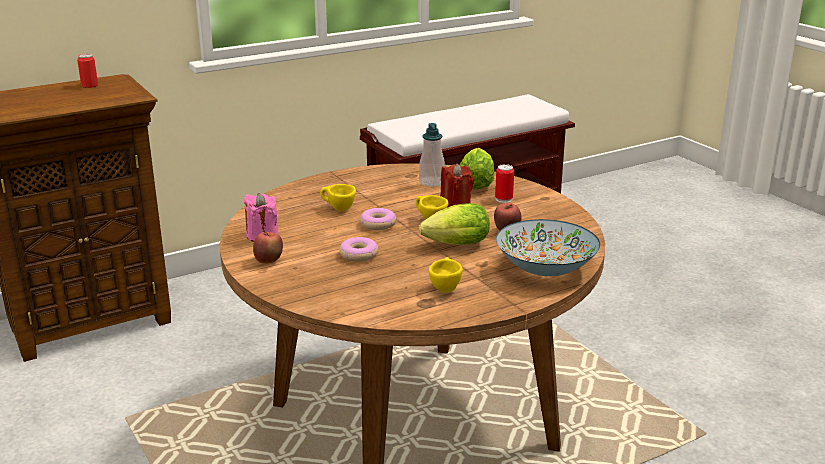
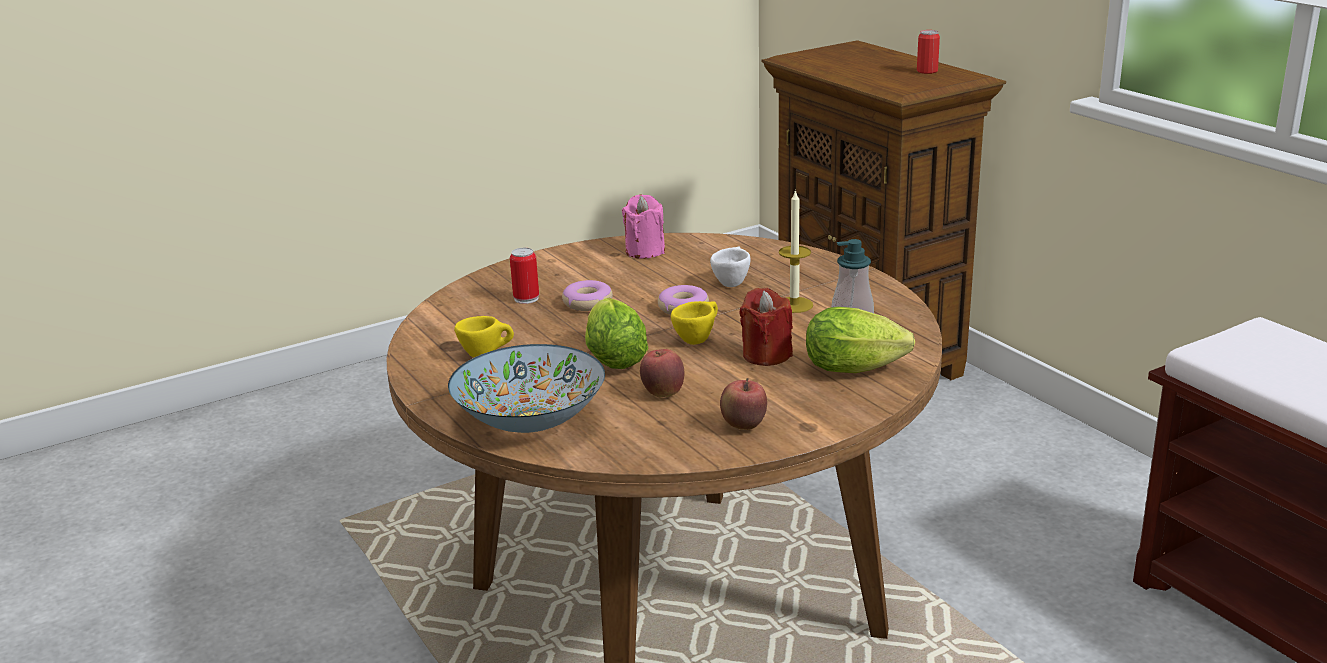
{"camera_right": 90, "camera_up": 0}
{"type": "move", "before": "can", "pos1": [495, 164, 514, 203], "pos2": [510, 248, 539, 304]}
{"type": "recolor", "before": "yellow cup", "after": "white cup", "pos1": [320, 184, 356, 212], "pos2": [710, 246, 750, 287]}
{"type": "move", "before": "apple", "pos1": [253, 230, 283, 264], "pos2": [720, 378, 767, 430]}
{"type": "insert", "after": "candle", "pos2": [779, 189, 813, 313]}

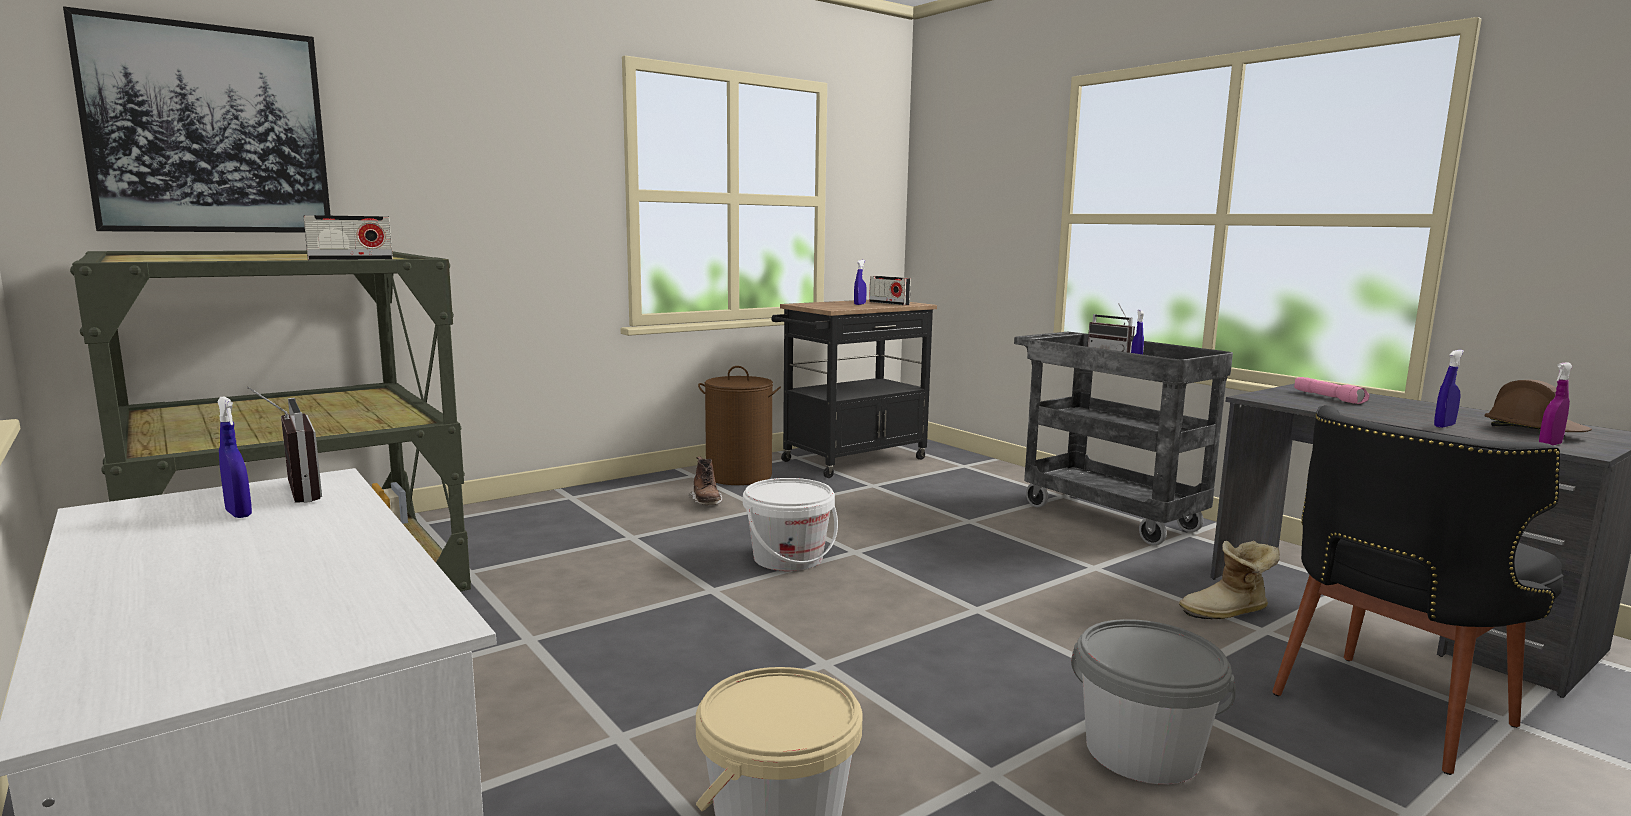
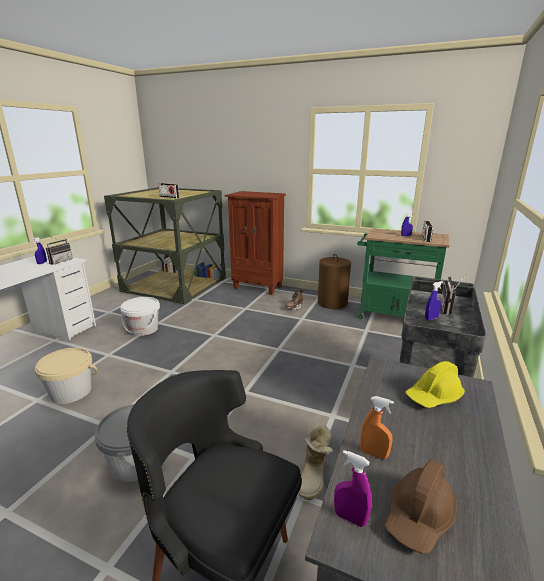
{"camera_right": 60, "camera_up": 10}
{"type": "delete", "before": "picture", "pos1": [63, 6, 331, 233]}
{"type": "recolor", "before": "black cart", "after": "green cart", "pos1": [771, 300, 937, 478], "pos2": [357, 228, 450, 319]}
{"type": "recolor", "before": "blue spray bottle", "after": "orange spray bottle", "pos1": [1434, 350, 1464, 428], "pos2": [360, 396, 394, 459]}
{"type": "replace", "before": "pink flashlight", "after": "yellow hard hat", "pos1": [1294, 377, 1369, 404], "pos2": [405, 361, 465, 408]}
{"type": "move", "before": "white bucket", "pos1": [743, 478, 838, 571], "pos2": [120, 297, 160, 336]}
{"type": "rotate", "before": "boot", "pos1": [1179, 541, 1280, 619], "pos2": [299, 425, 333, 500], "turn": -120}
{"type": "insert", "after": "brown cabinet", "pos2": [225, 191, 286, 295]}

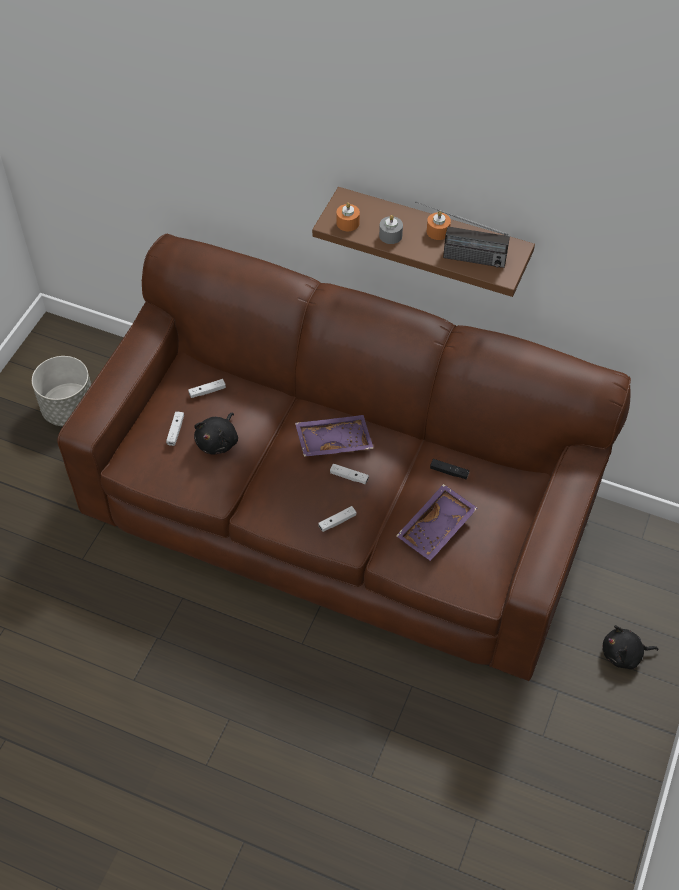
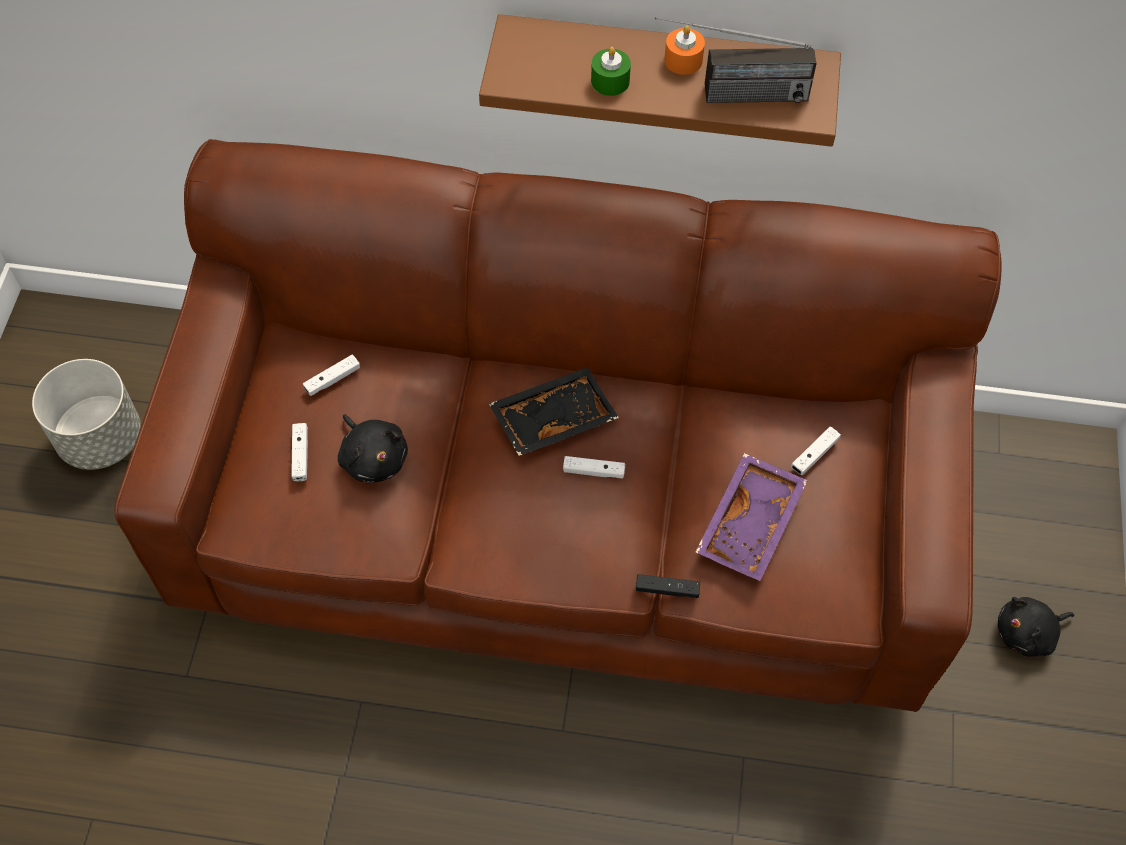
{"camera_right": -15, "camera_up": 5}
{"type": "delete", "before": "orange candle", "pos1": [337, 202, 360, 231]}
{"type": "recolor", "before": "grey candle", "after": "green candle", "pos1": [379, 215, 403, 244], "pos2": [591, 47, 631, 96]}
{"type": "rotate", "before": "black plush toy", "pos1": [194, 413, 238, 455], "pos2": [338, 414, 408, 483], "turn": -45}
{"type": "recolor", "before": "purple tray", "after": "black tray", "pos1": [295, 415, 374, 457], "pos2": [489, 367, 619, 456]}
{"type": "move", "before": "black game controller", "pos1": [430, 459, 469, 479], "pos2": [636, 574, 700, 598]}
{"type": "move", "before": "white game controller", "pos1": [318, 506, 356, 532], "pos2": [791, 427, 841, 475]}

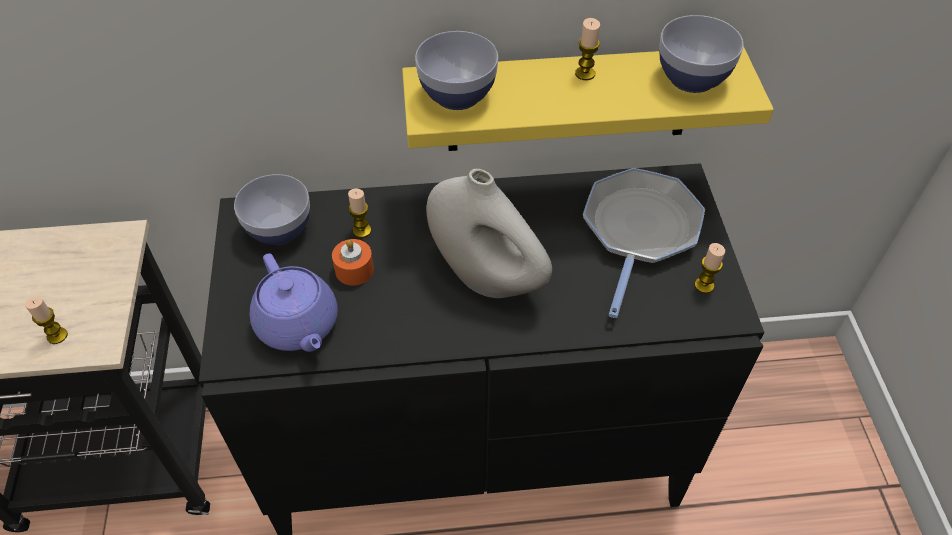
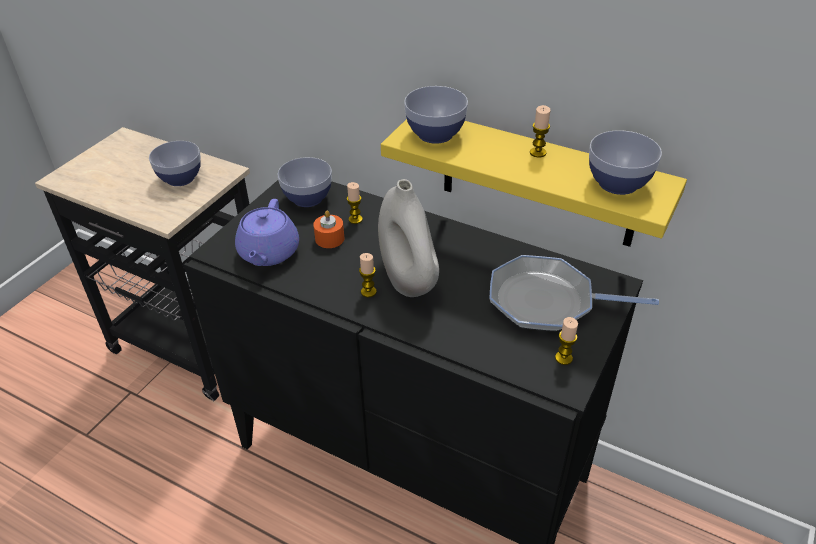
{"camera_right": 35, "camera_up": -10}
{"type": "rotate", "before": "frying pan", "pos1": [583, 168, 705, 318], "pos2": [490, 255, 659, 331], "turn": -135}
{"type": "move", "before": "candle", "pos1": [25, 297, 68, 344], "pos2": [359, 253, 377, 298]}
{"type": "insert", "after": "bowl", "pos2": [149, 141, 201, 186]}

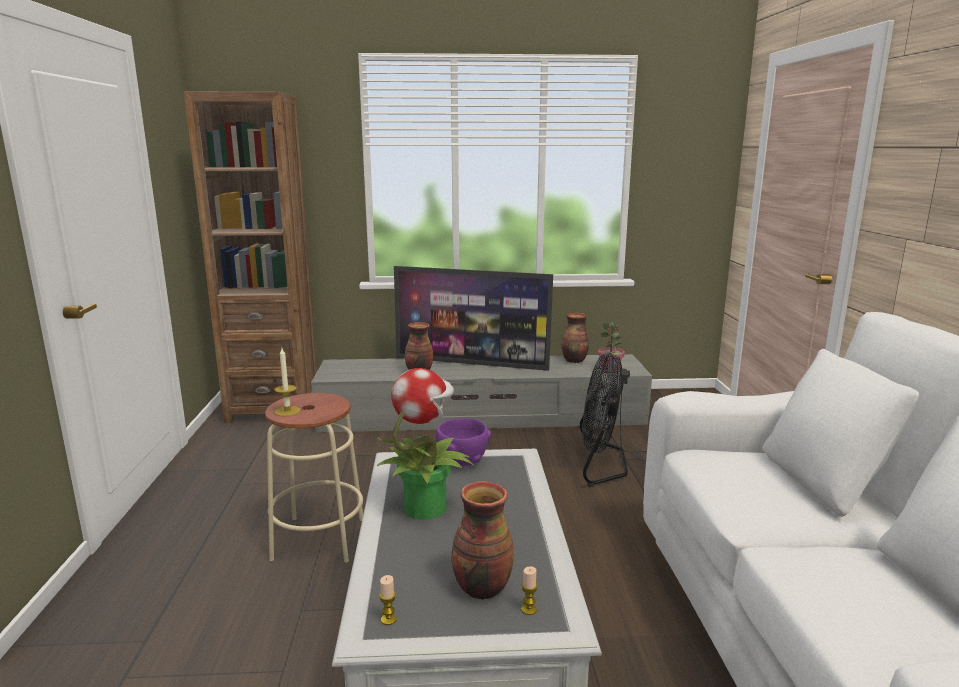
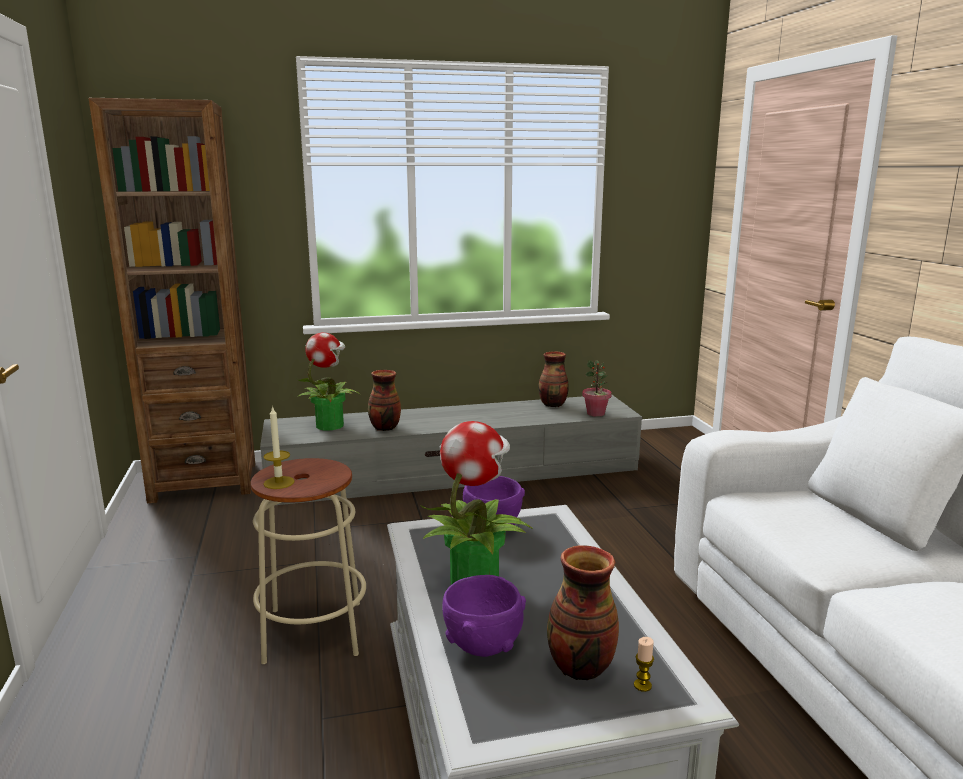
{"camera_right": -10, "camera_up": 0}
{"type": "delete", "before": "television", "pos1": [394, 266, 553, 371]}
{"type": "delete", "before": "black fan", "pos1": [580, 353, 647, 488]}
{"type": "delete", "before": "candle", "pos1": [379, 575, 397, 625]}
{"type": "insert", "after": "potted plant", "pos2": [297, 333, 360, 430]}
{"type": "insert", "after": "purple bowl", "pos2": [442, 575, 526, 657]}

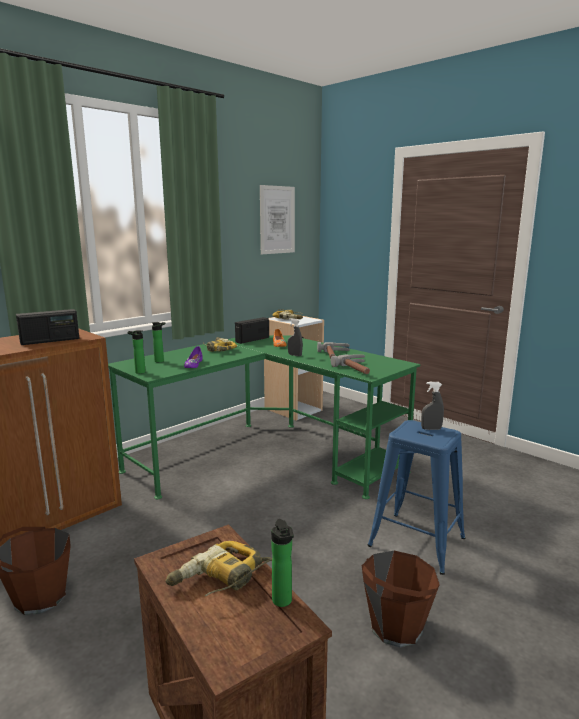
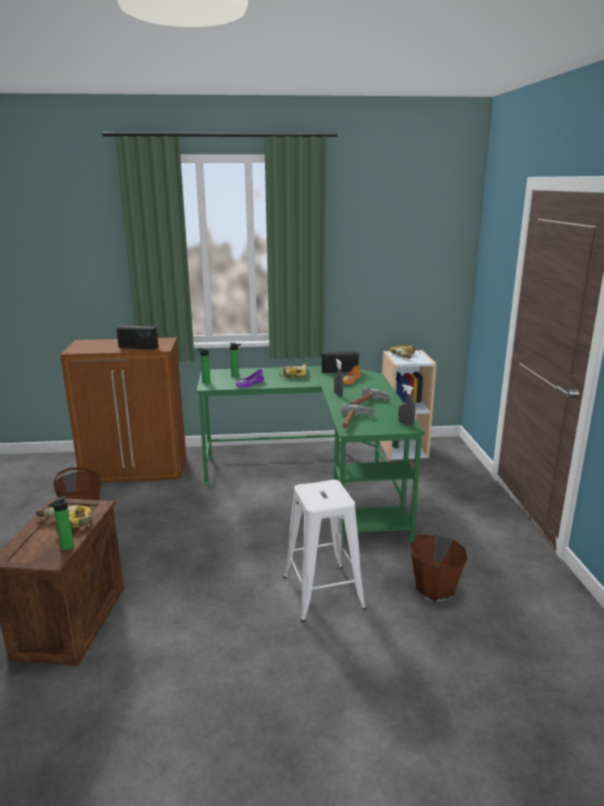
{"camera_right": 40, "camera_up": 5}
{"type": "delete", "before": "picture", "pos1": [260, 185, 295, 254]}
{"type": "move", "before": "grey spray bottle", "pos1": [421, 382, 444, 430], "pos2": [398, 384, 415, 426]}
{"type": "recolor", "before": "blue stool", "after": "white stool", "pos1": [368, 420, 465, 575], "pos2": [283, 480, 366, 622]}
{"type": "move", "before": "brown bucket", "pos1": [362, 551, 440, 647], "pos2": [410, 535, 467, 602]}

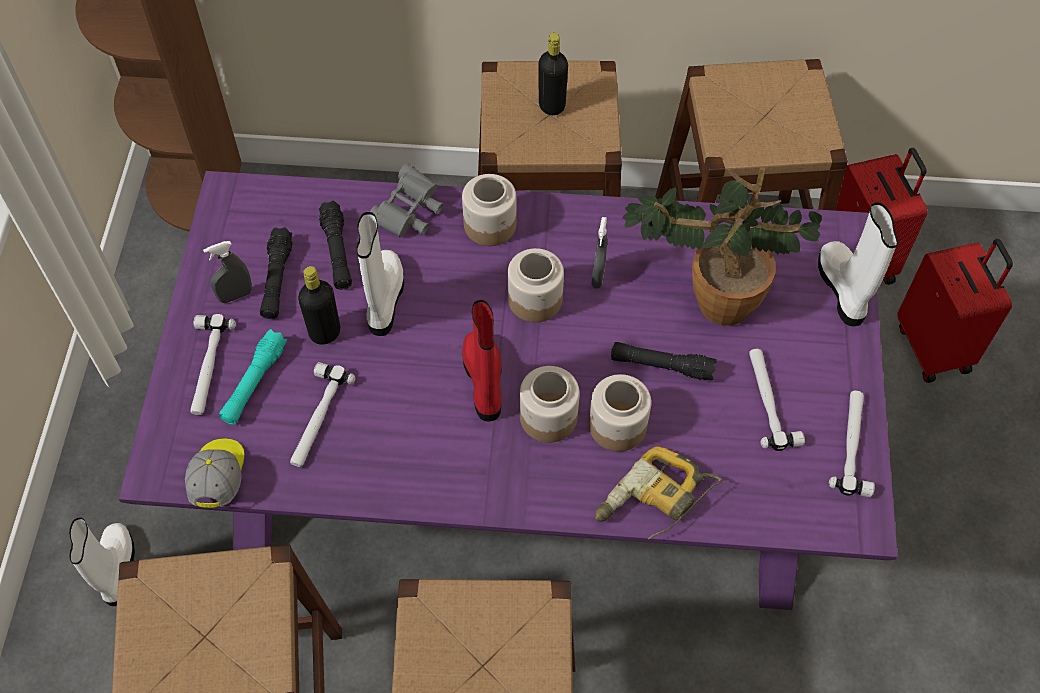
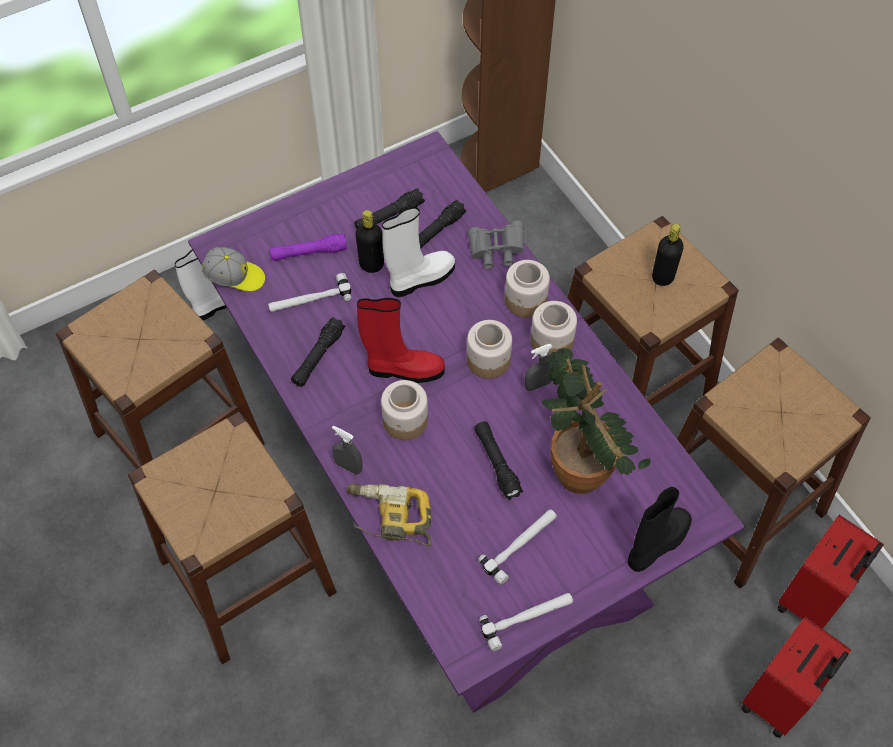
{"camera_right": 55, "camera_up": 0}
{"type": "recolor", "before": "white boot", "after": "black boot", "pos1": [818, 202, 898, 326], "pos2": [628, 487, 692, 572]}
{"type": "move", "before": "grey spray bottle", "pos1": [203, 241, 252, 303], "pos2": [332, 426, 363, 475]}
{"type": "rotate", "before": "red boot", "pos1": [462, 300, 502, 422], "pos2": [357, 298, 445, 383], "turn": 45}
{"type": "delete", "before": "hammer", "pos1": [191, 314, 236, 415]}
{"type": "recolor", "before": "turquoise flashlight", "after": "purple flashlight", "pos1": [219, 329, 287, 425], "pos2": [270, 234, 348, 261]}
{"type": "move", "before": "jar", "pos1": [589, 374, 651, 452], "pos2": [530, 301, 577, 355]}
{"type": "rotate", "before": "cap", "pos1": [185, 439, 244, 508], "pos2": [202, 247, 265, 292], "turn": 45}
{"type": "insert", "after": "black flashlight", "pos2": [291, 317, 345, 387]}

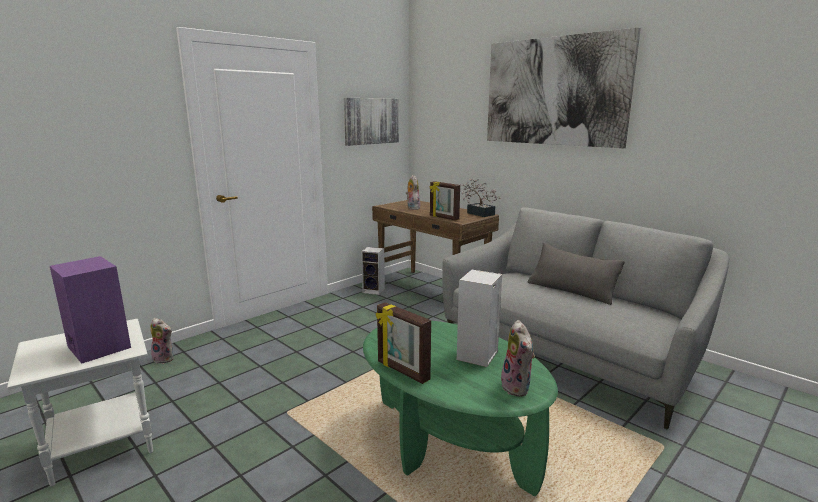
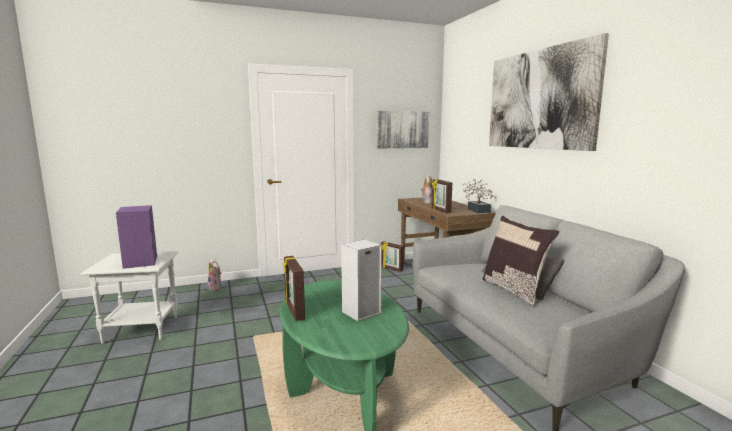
{"camera_right": 25, "camera_up": -5}
{"type": "replace", "before": "speaker", "after": "picture frame", "pos1": [361, 247, 385, 295], "pos2": [381, 241, 404, 272]}
{"type": "delete", "before": "plush toy", "pos1": [501, 320, 535, 397]}
{"type": "insert", "after": "pillow", "pos2": [482, 216, 559, 305]}

